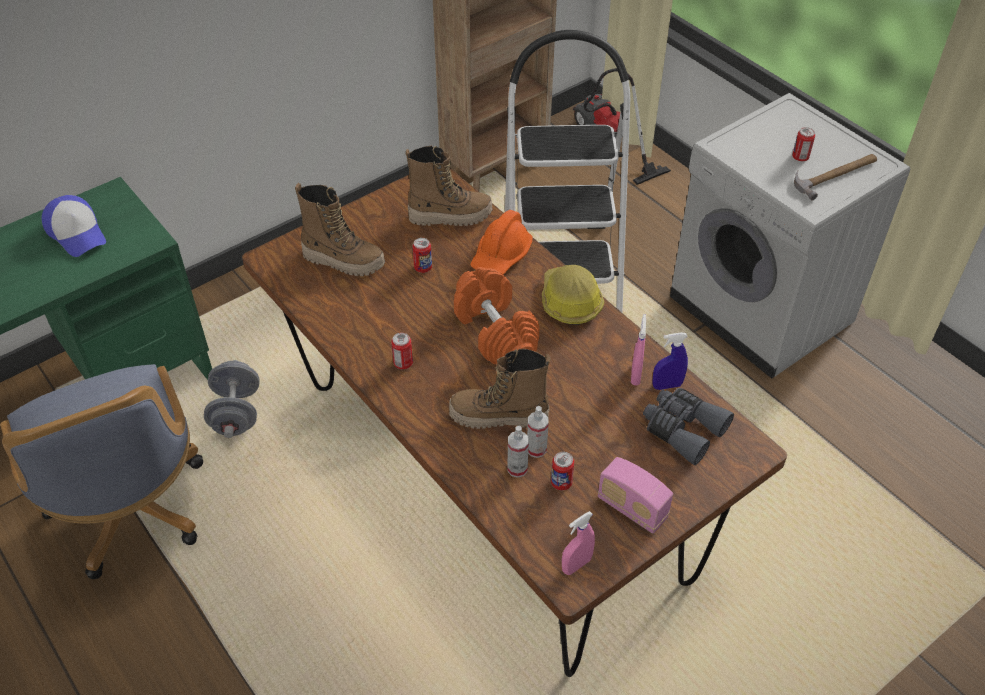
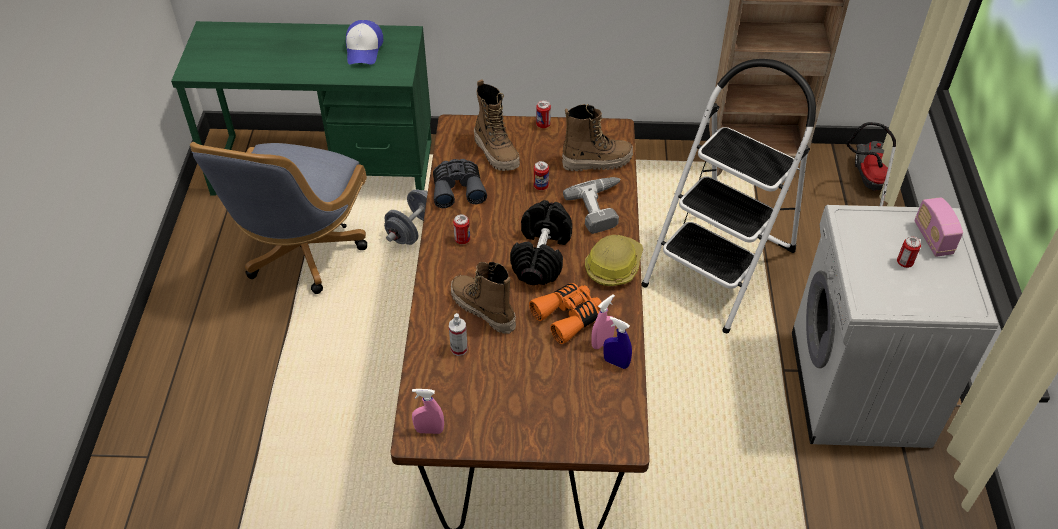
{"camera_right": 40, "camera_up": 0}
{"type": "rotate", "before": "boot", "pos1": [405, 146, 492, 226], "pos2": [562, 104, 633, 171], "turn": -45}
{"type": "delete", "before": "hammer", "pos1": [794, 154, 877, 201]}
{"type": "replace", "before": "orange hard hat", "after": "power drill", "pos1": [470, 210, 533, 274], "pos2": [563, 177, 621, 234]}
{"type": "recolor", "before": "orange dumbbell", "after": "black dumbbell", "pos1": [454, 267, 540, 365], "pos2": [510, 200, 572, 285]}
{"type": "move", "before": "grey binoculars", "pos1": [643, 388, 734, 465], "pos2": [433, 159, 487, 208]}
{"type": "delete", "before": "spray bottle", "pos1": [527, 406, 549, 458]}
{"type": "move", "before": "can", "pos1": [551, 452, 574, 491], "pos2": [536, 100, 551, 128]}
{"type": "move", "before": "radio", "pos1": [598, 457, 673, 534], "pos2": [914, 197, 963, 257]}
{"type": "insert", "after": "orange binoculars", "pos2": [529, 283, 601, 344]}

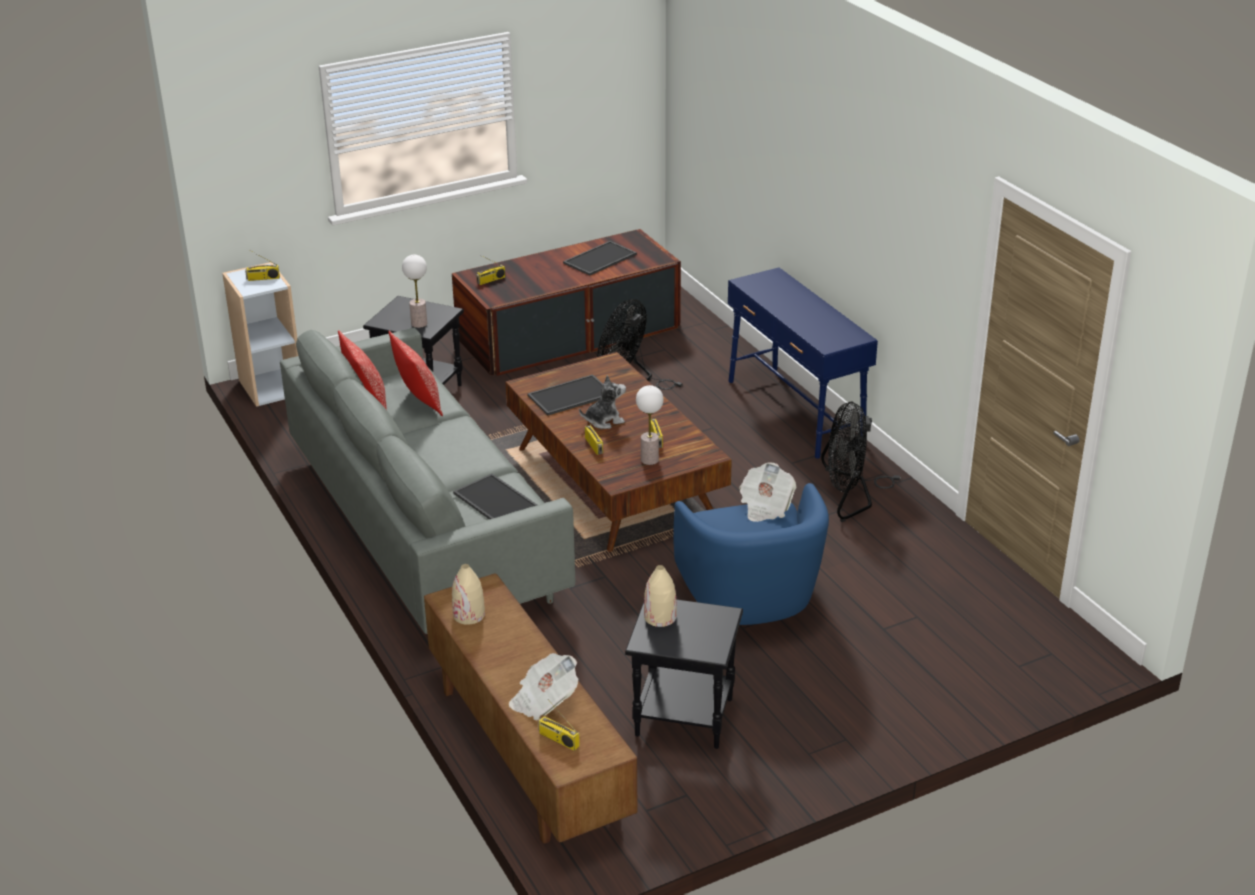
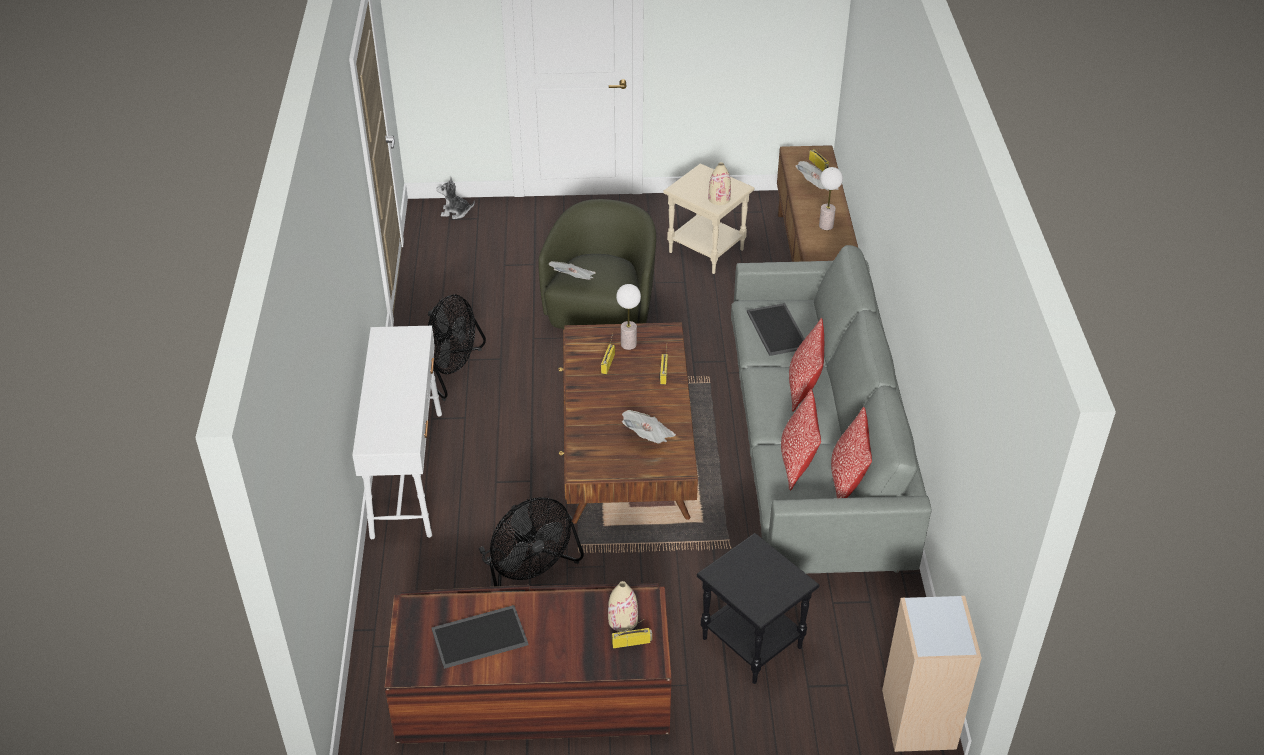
{"camera_right": -155, "camera_up": 10}
{"type": "delete", "before": "radio", "pos1": [245, 250, 280, 281]}
{"type": "move", "before": "table lamp", "pos1": [402, 255, 427, 328], "pos2": [819, 167, 843, 230]}
{"type": "recolor", "before": "blue console table", "after": "white console table", "pos1": [728, 267, 878, 459], "pos2": [352, 326, 442, 539]}
{"type": "replace", "before": "tray", "after": "newspaper", "pos1": [527, 374, 603, 415], "pos2": [622, 410, 676, 444]}
{"type": "move", "before": "plush toy", "pos1": [579, 375, 626, 429], "pos2": [437, 178, 475, 219]}
{"type": "recolor", "before": "blue armchair", "after": "green armchair", "pos1": [673, 483, 829, 625], "pos2": [539, 199, 656, 329]}
{"type": "move", "before": "beige vase", "pos1": [452, 564, 485, 625], "pos2": [608, 581, 638, 632]}
{"type": "recolor", "before": "black side table", "after": "beige side table", "pos1": [625, 599, 743, 749], "pos2": [663, 163, 754, 274]}
{"type": "insert", "after": "pillow", "pos2": [789, 318, 824, 412]}

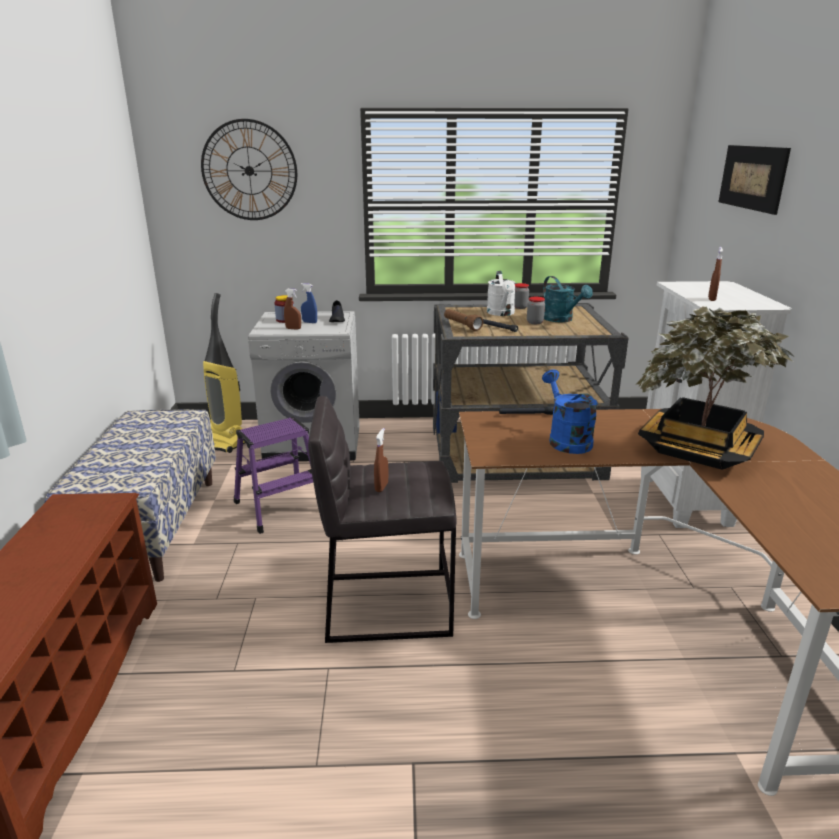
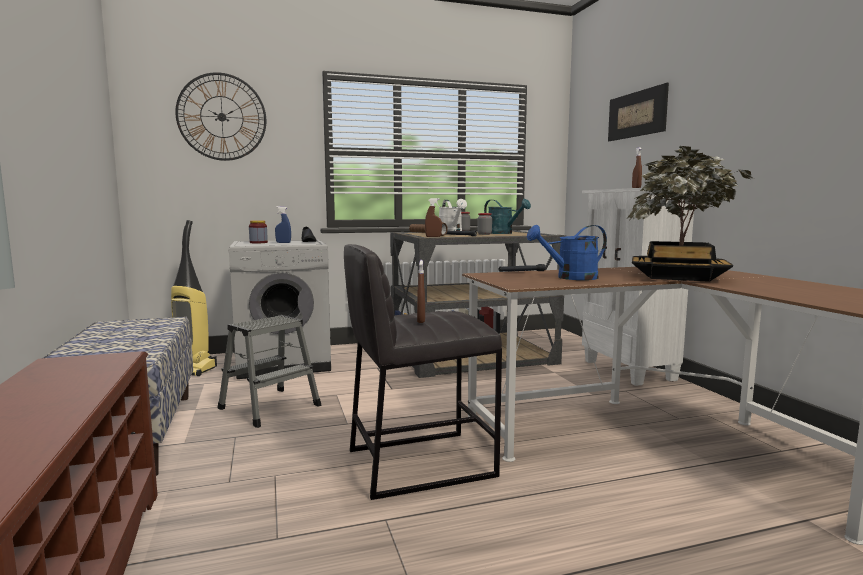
{"camera_right": -15, "camera_up": -15}
{"type": "move", "before": "brown spray bottle", "pos1": [284, 289, 301, 330], "pos2": [425, 198, 442, 237]}
{"type": "rotate", "before": "blue watering can", "pos1": [542, 369, 598, 454], "pos2": [527, 225, 607, 280], "turn": -75}
{"type": "recolor", "before": "purple step ladder", "after": "grey step ladder", "pos1": [234, 417, 313, 534], "pos2": [217, 315, 321, 428]}

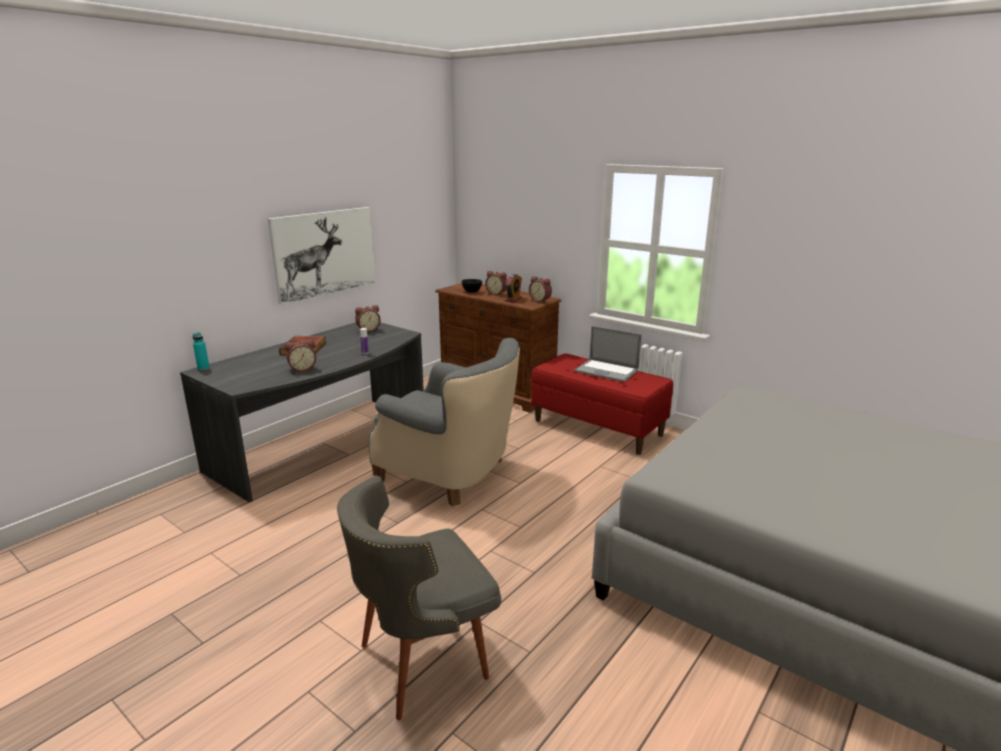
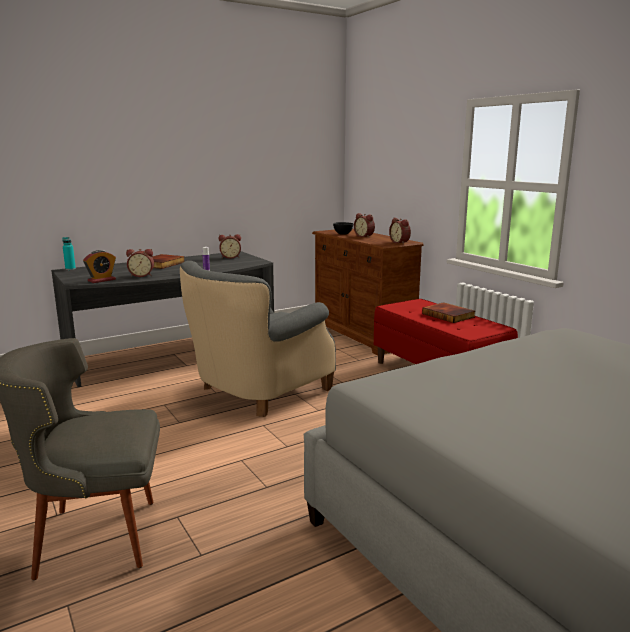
{"camera_right": 20, "camera_up": -5}
{"type": "delete", "before": "picture", "pos1": [268, 207, 375, 305]}
{"type": "move", "before": "alarm clock", "pos1": [505, 274, 523, 302], "pos2": [83, 250, 116, 283]}
{"type": "replace", "before": "laptop", "after": "book", "pos1": [574, 326, 641, 382], "pos2": [422, 302, 475, 323]}
{"type": "rotate", "before": "grey armchair", "pos1": [368, 338, 520, 506], "pos2": [180, 261, 336, 417], "turn": 90}

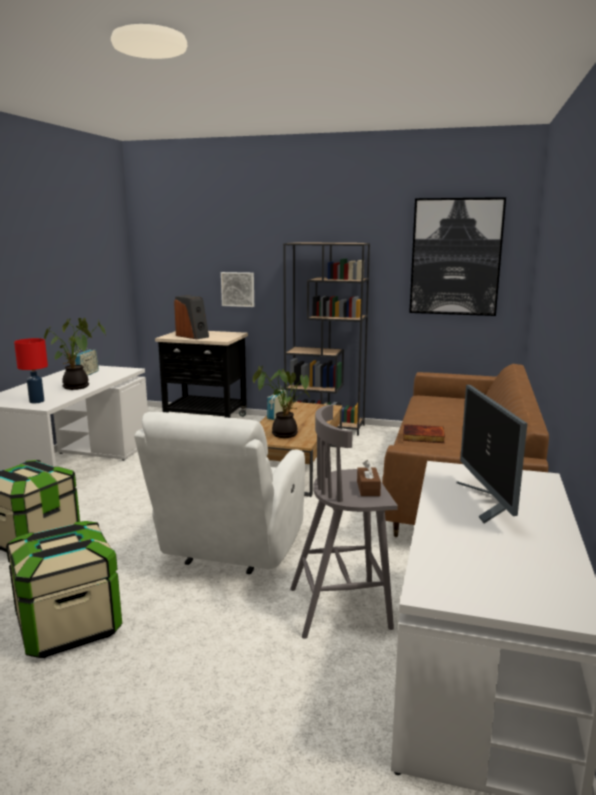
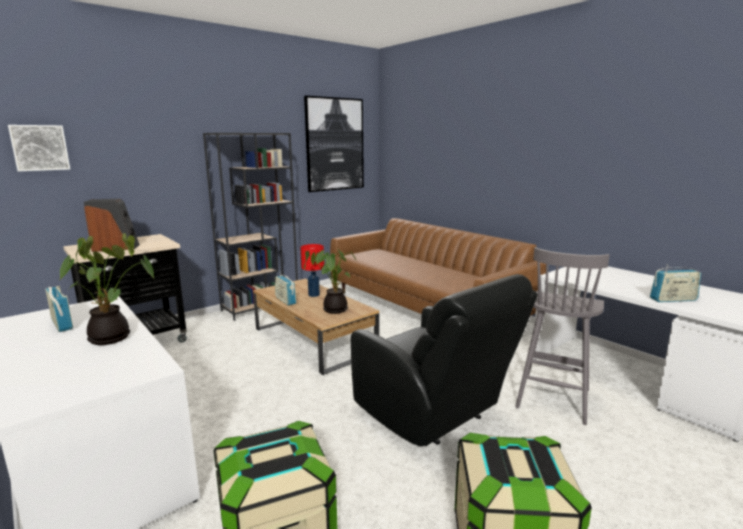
{"camera_right": -55, "camera_up": 0}
{"type": "move", "before": "picture", "pos1": [221, 272, 254, 307], "pos2": [8, 125, 70, 171]}
{"type": "move", "before": "red table lamp", "pos1": [14, 338, 48, 403], "pos2": [301, 244, 324, 297]}
{"type": "delete", "before": "monitor", "pos1": [457, 385, 527, 523]}
{"type": "recolor", "before": "white armchair", "after": "black armchair", "pos1": [134, 412, 305, 574], "pos2": [351, 274, 538, 446]}
{"type": "delete", "before": "book", "pos1": [403, 424, 445, 443]}
{"type": "delete", "before": "brown tissue box", "pos1": [357, 460, 381, 496]}
{"type": "insert", "after": "radio", "pos2": [650, 265, 701, 302]}

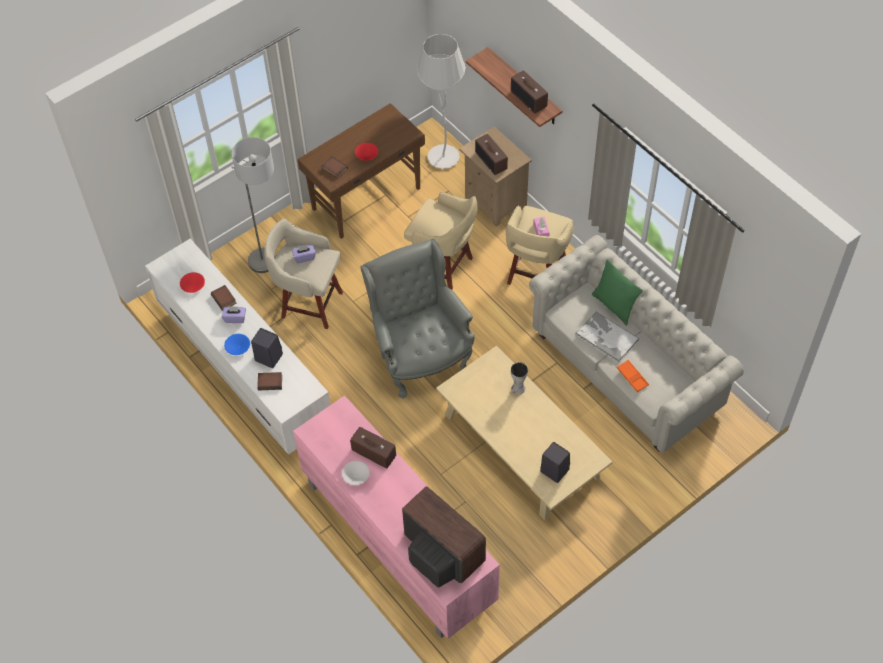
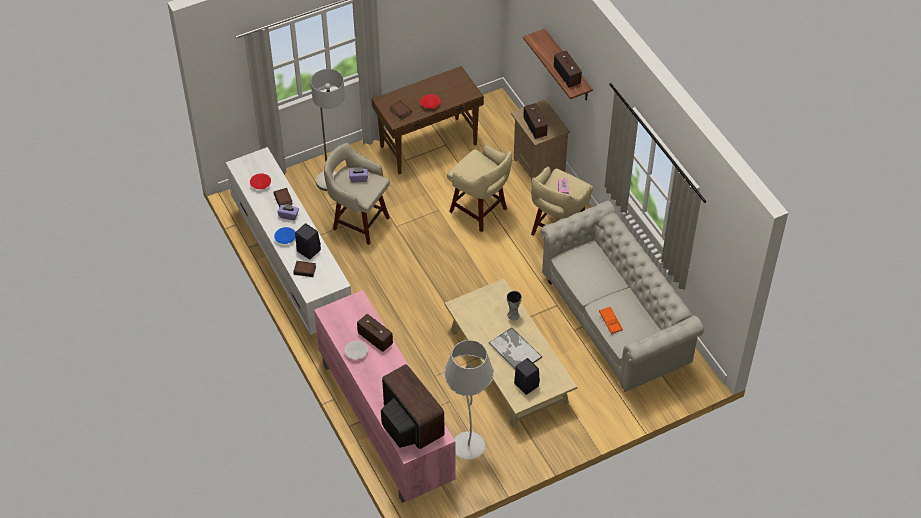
{"camera_right": 10, "camera_up": -5}
{"type": "move", "before": "white floor lamp", "pos1": [417, 34, 466, 169], "pos2": [444, 340, 494, 460]}
{"type": "delete", "before": "grey armchair", "pos1": [361, 239, 475, 398]}
{"type": "delete", "before": "green pillow", "pos1": [592, 259, 643, 325]}
{"type": "move", "before": "tray", "pos1": [576, 311, 639, 362], "pos2": [489, 327, 542, 370]}

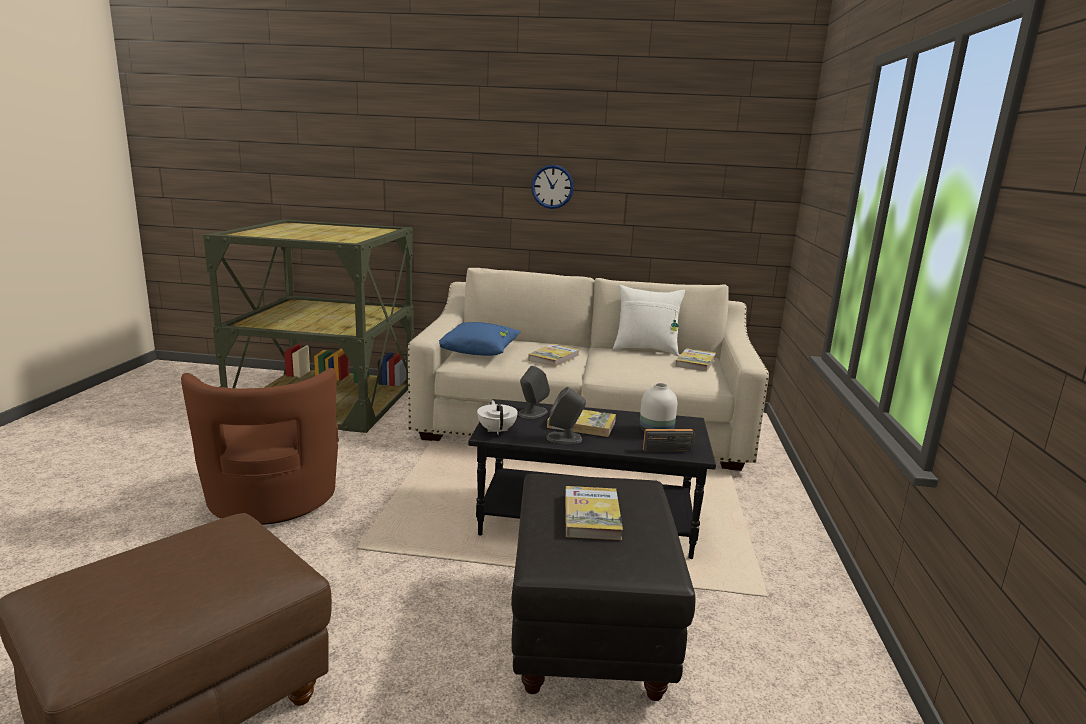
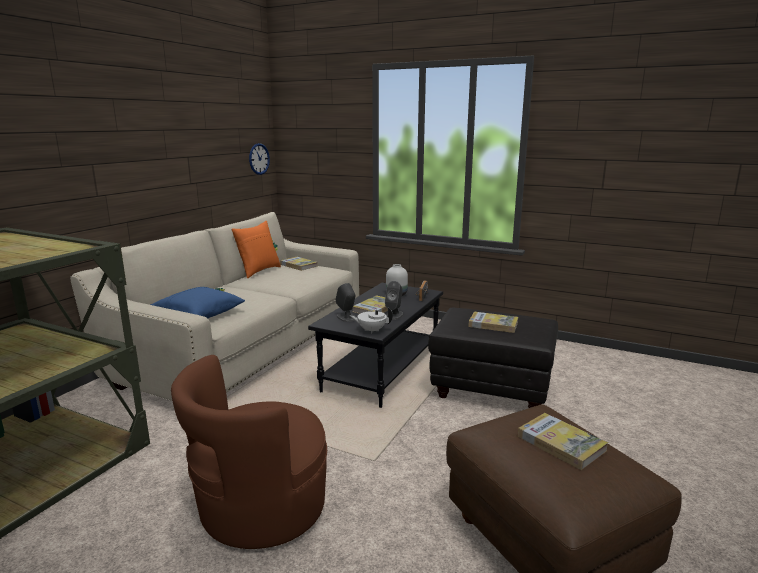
{"camera_right": -70, "camera_up": 0}
{"type": "move", "before": "wall clock", "pos1": [531, 165, 574, 209], "pos2": [249, 143, 270, 175]}
{"type": "recolor", "before": "white pillow", "after": "orange pillow", "pos1": [613, 285, 685, 356], "pos2": [231, 221, 281, 278]}
{"type": "move", "before": "book", "pos1": [528, 344, 580, 367], "pos2": [518, 413, 608, 470]}
{"type": "rotate", "before": "brown armchair", "pos1": [181, 368, 339, 525], "pos2": [171, 355, 327, 549], "turn": 135}

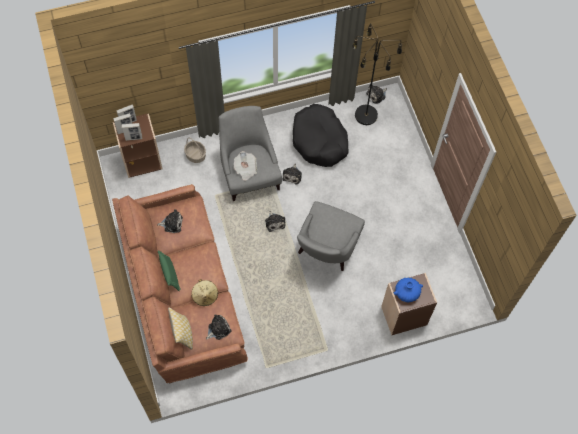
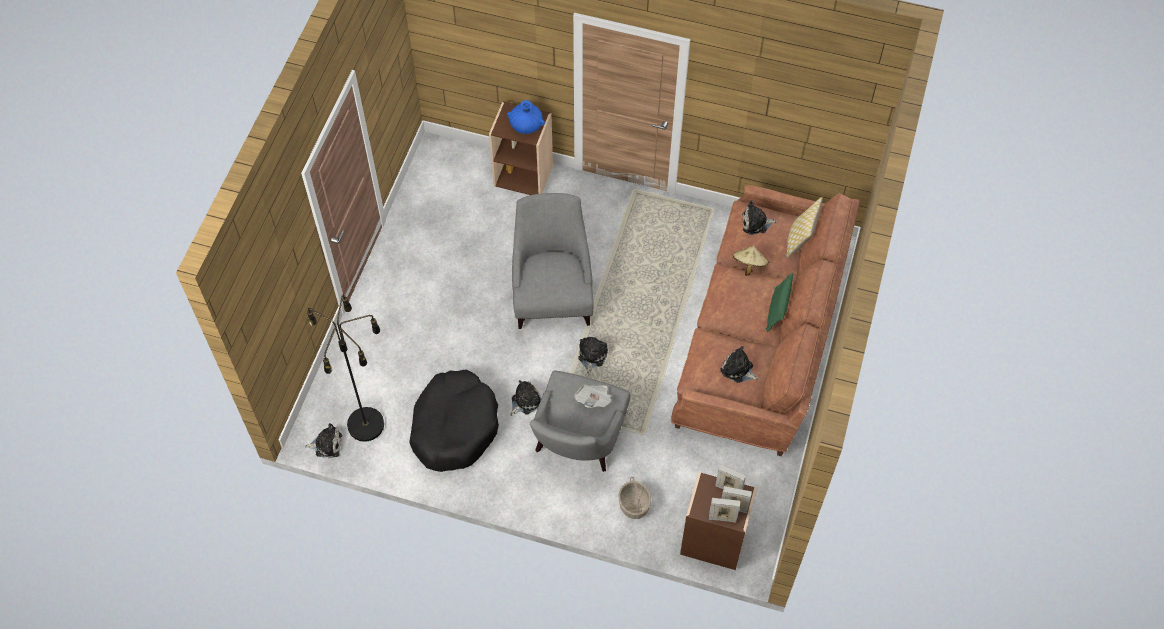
{"camera_right": -145, "camera_up": -5}
{"type": "rotate", "before": "grey armchair", "pos1": [297, 201, 365, 271], "pos2": [512, 193, 594, 329], "turn": -60}

